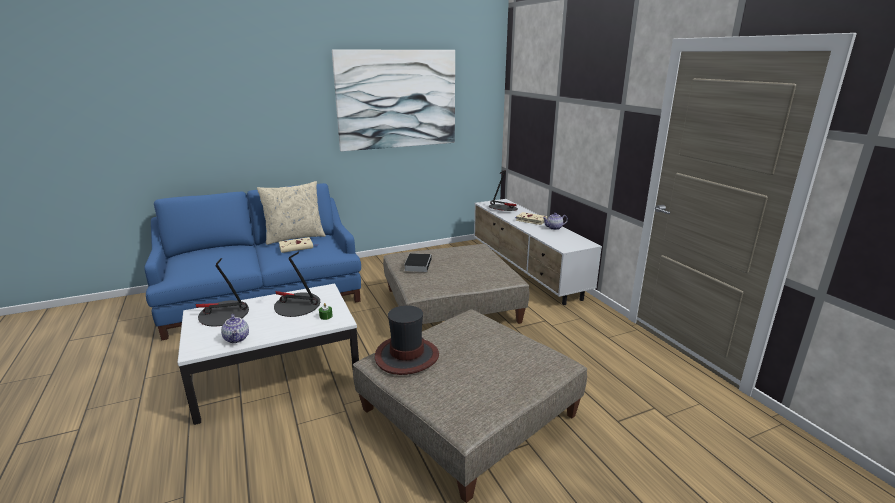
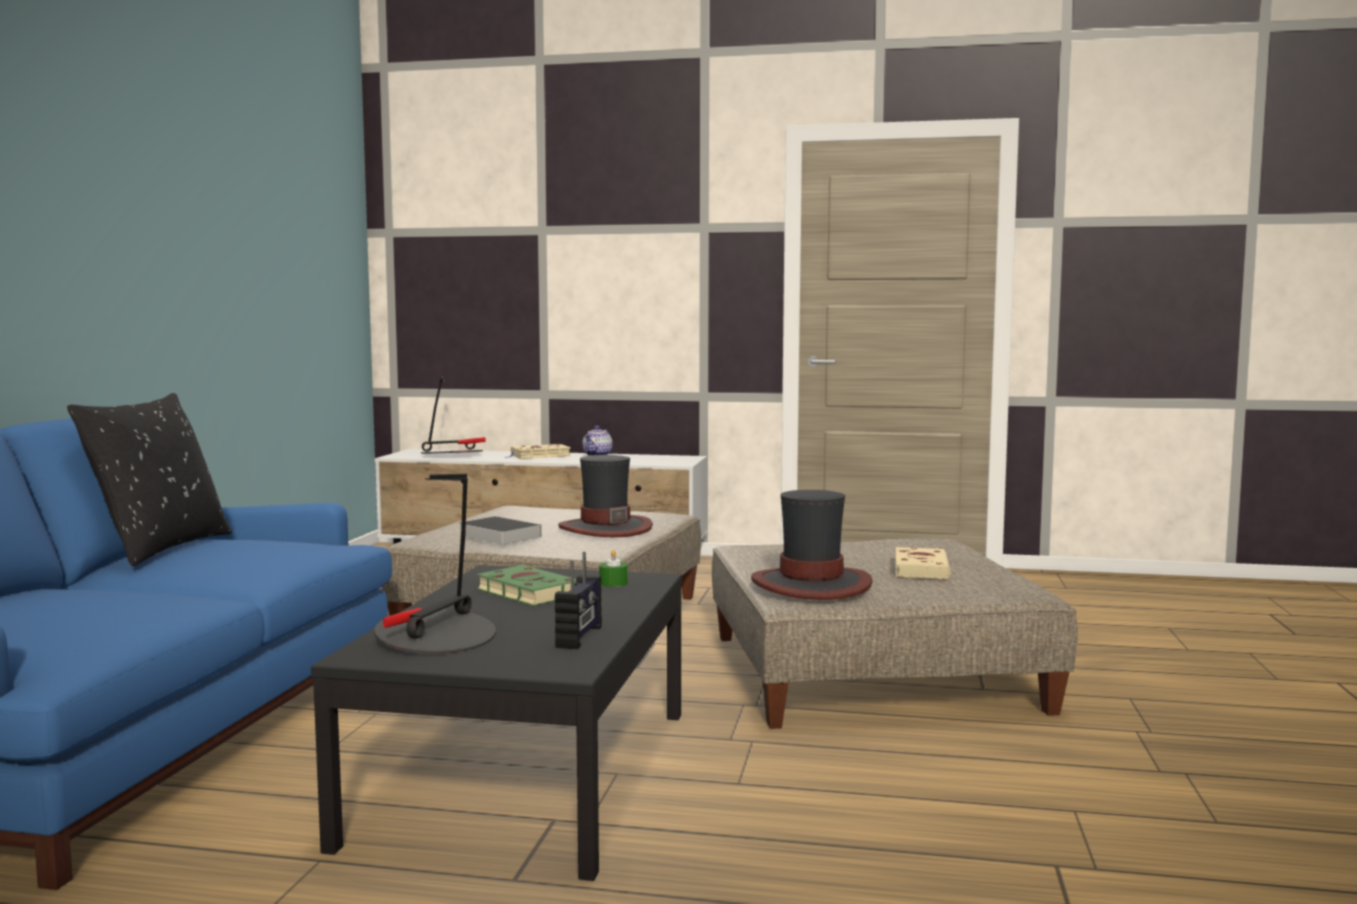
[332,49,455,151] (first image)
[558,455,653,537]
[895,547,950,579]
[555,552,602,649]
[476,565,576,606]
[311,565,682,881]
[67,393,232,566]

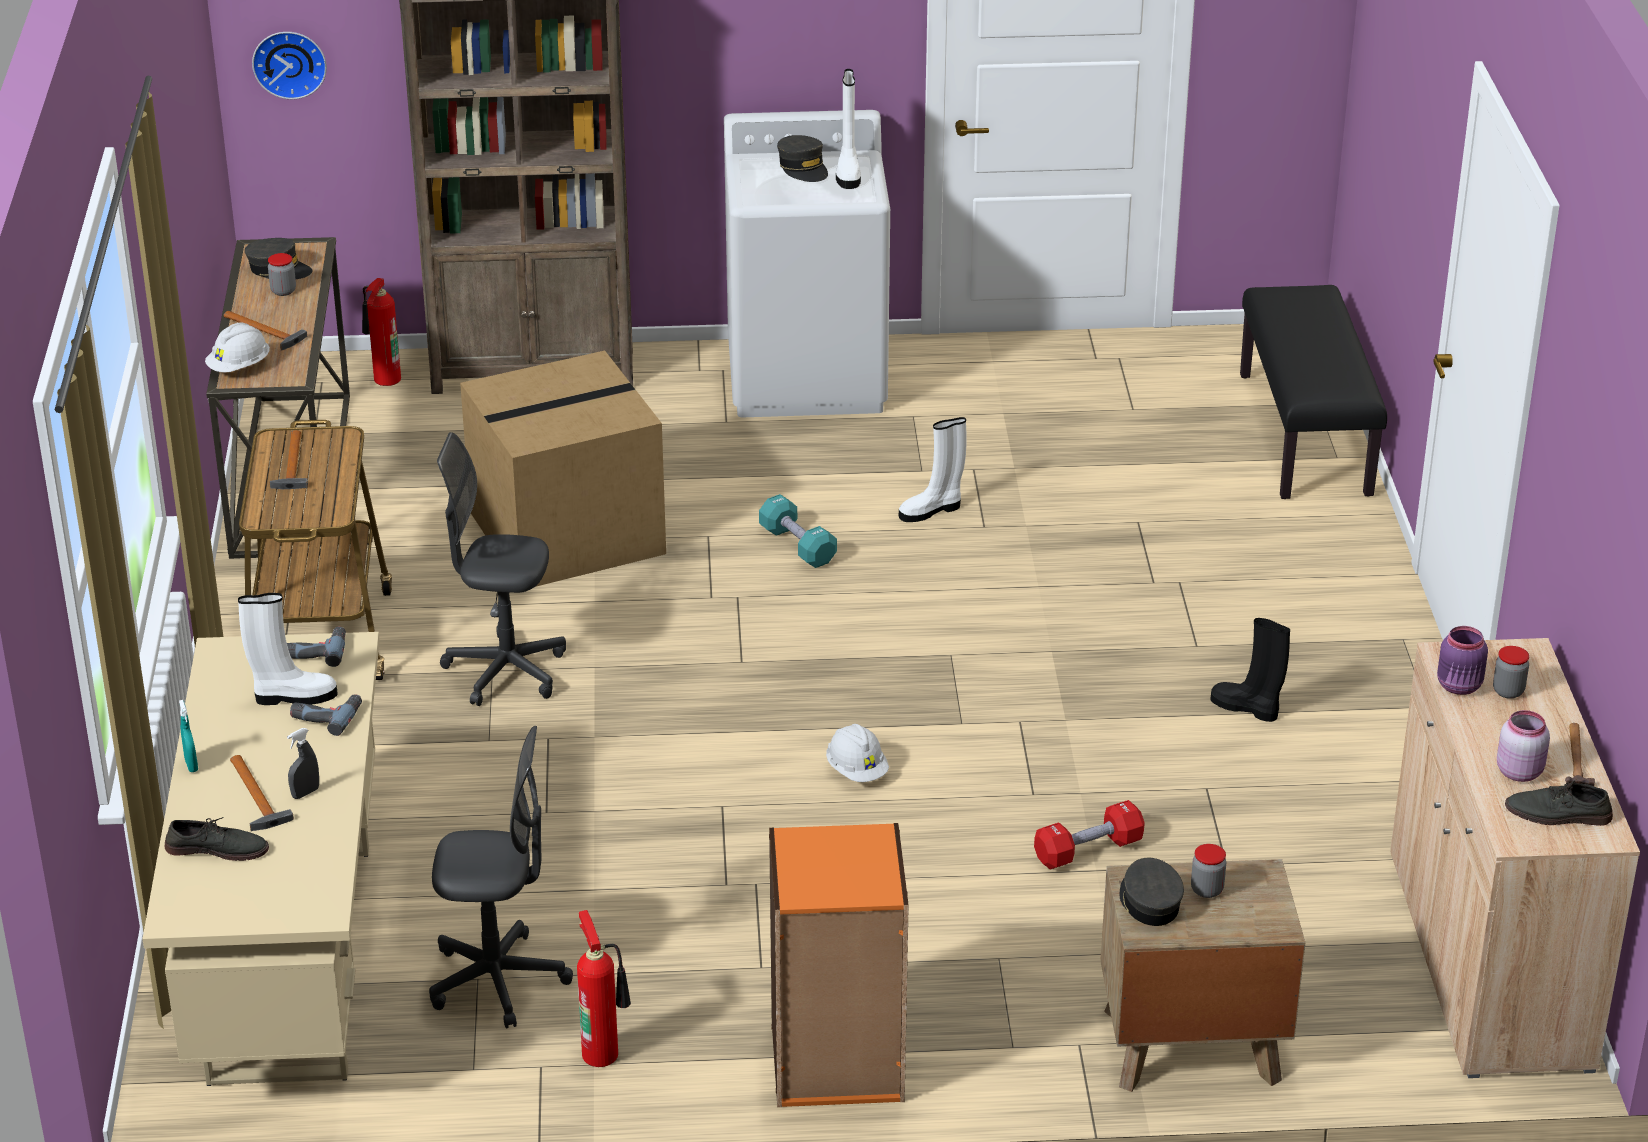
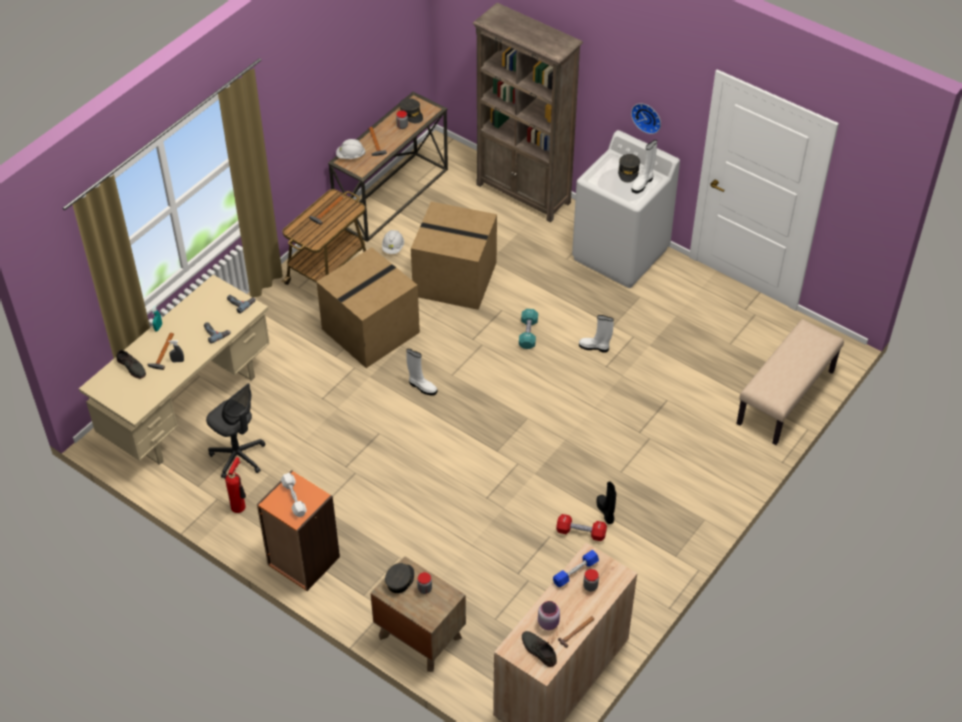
[362,278,401,386] (first image)
[281,473,307,517]
[406,349,437,396]
[631,103,661,134]
[382,230,404,254]
[556,514,607,541]
[317,247,420,368]
[553,550,599,587]
[736,319,844,445]

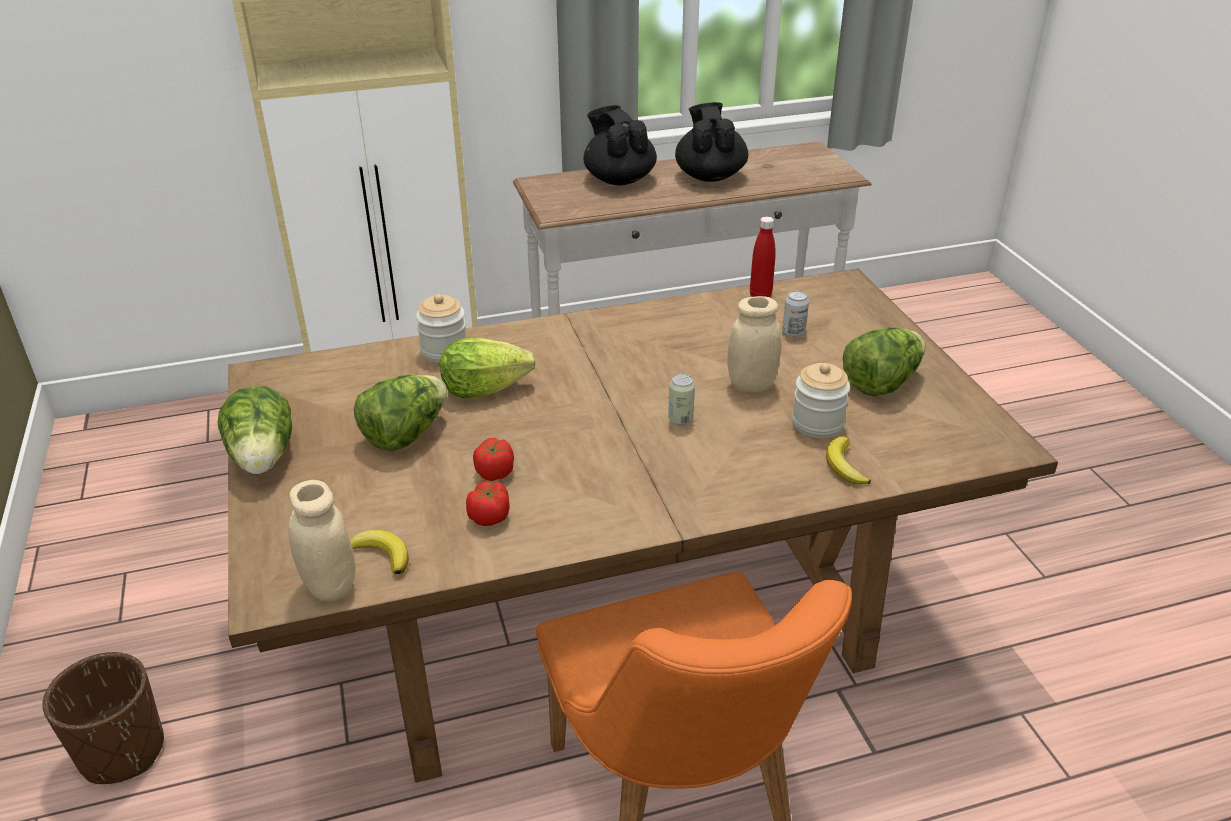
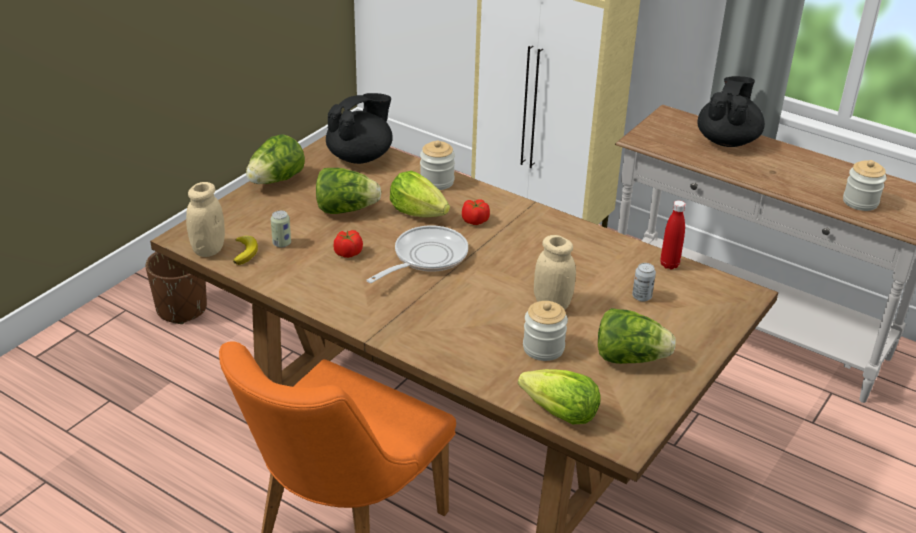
[826,436,871,485] (first image)
[366,225,468,283]
[518,369,601,424]
[843,160,887,211]
[462,199,490,225]
[271,210,291,248]
[326,93,393,164]

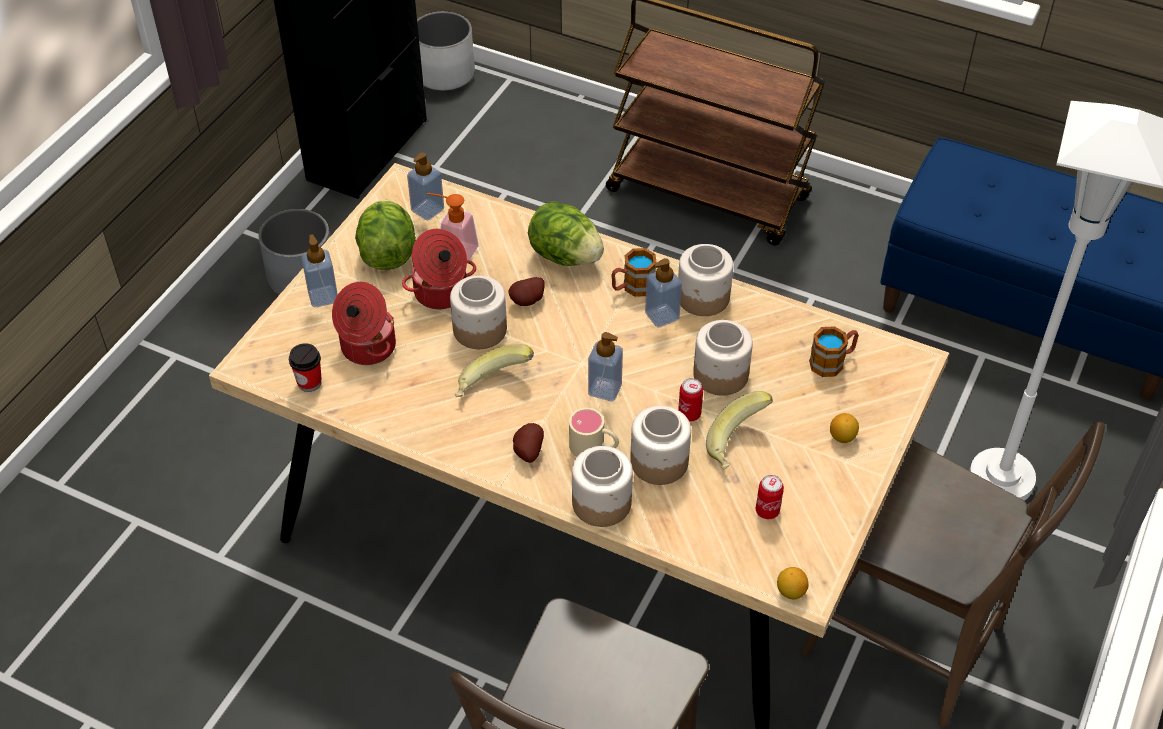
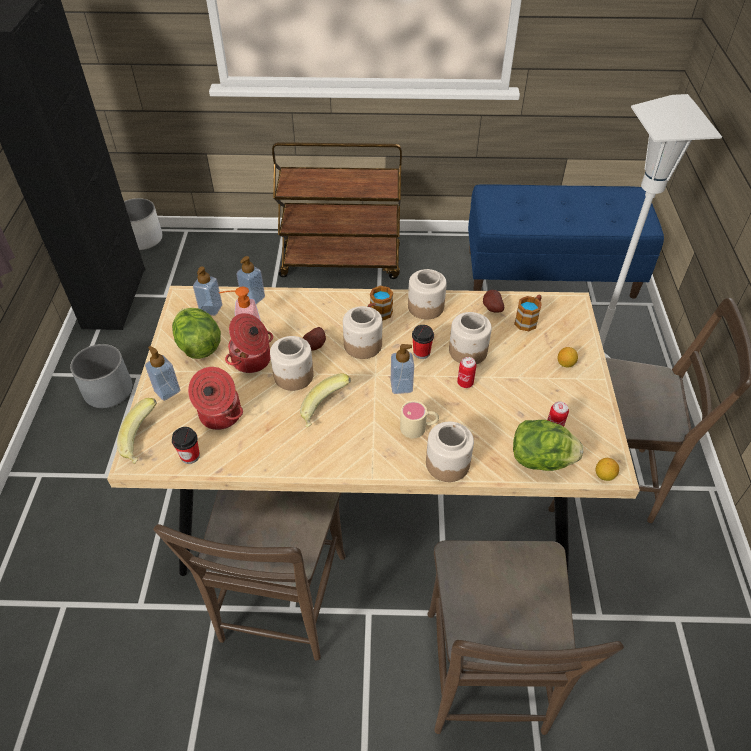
[153,490,346,660]
[412,325,434,359]
[483,290,504,313]
[513,420,583,471]
[343,306,382,359]
[236,256,265,304]
[117,398,157,464]

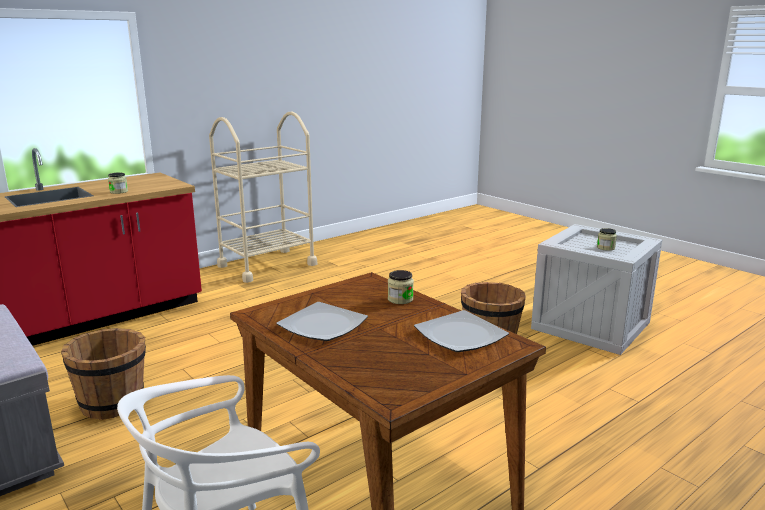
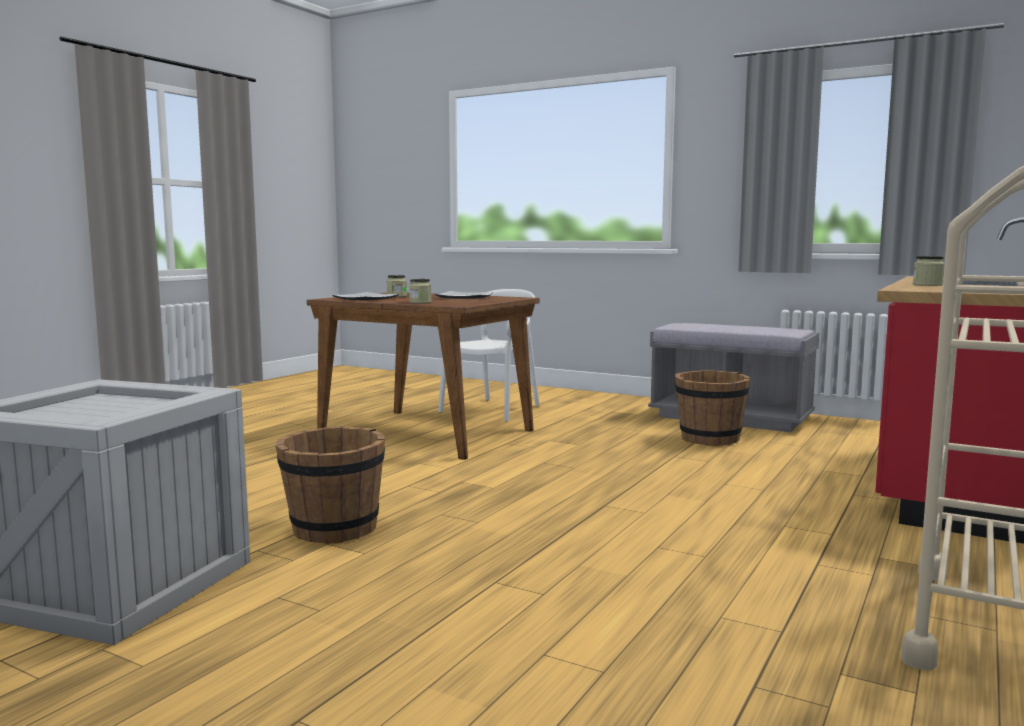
[387,275,407,297]

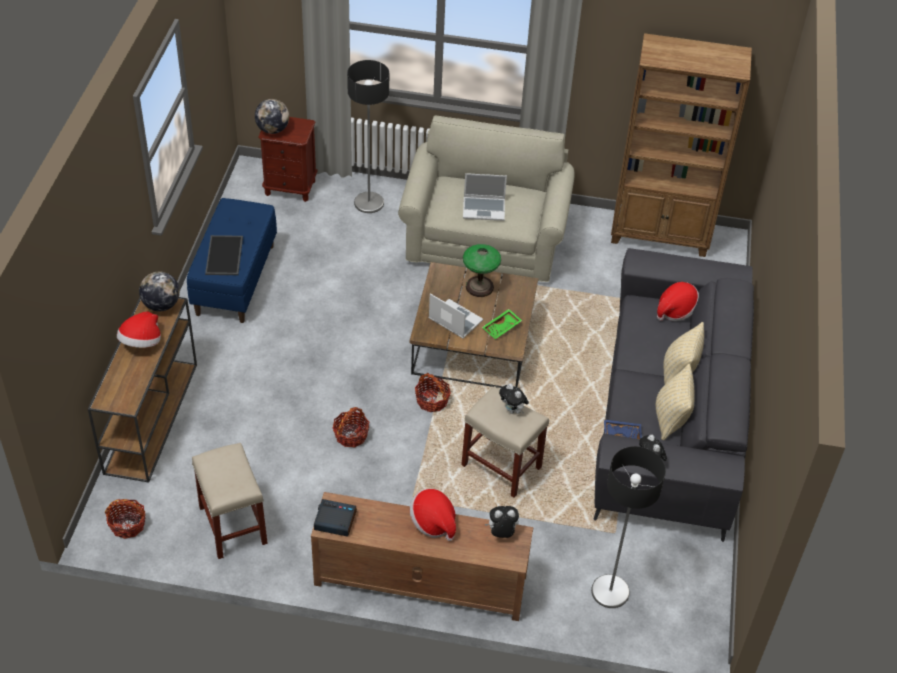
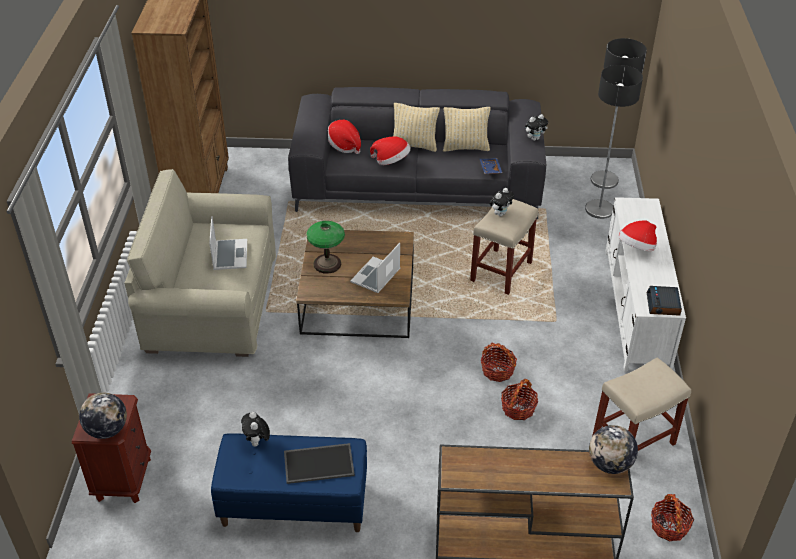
[482,309,522,339] (first image)
[370,136,411,165]
[589,425,638,474]
[591,38,647,189]
[501,379,538,420]
[241,412,270,447]
[605,197,686,372]

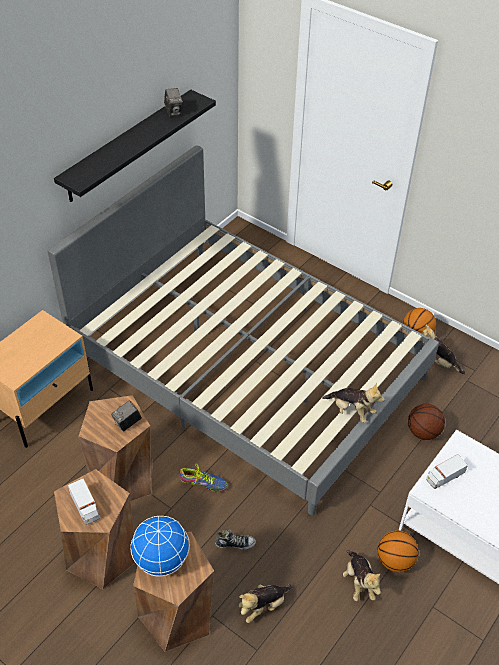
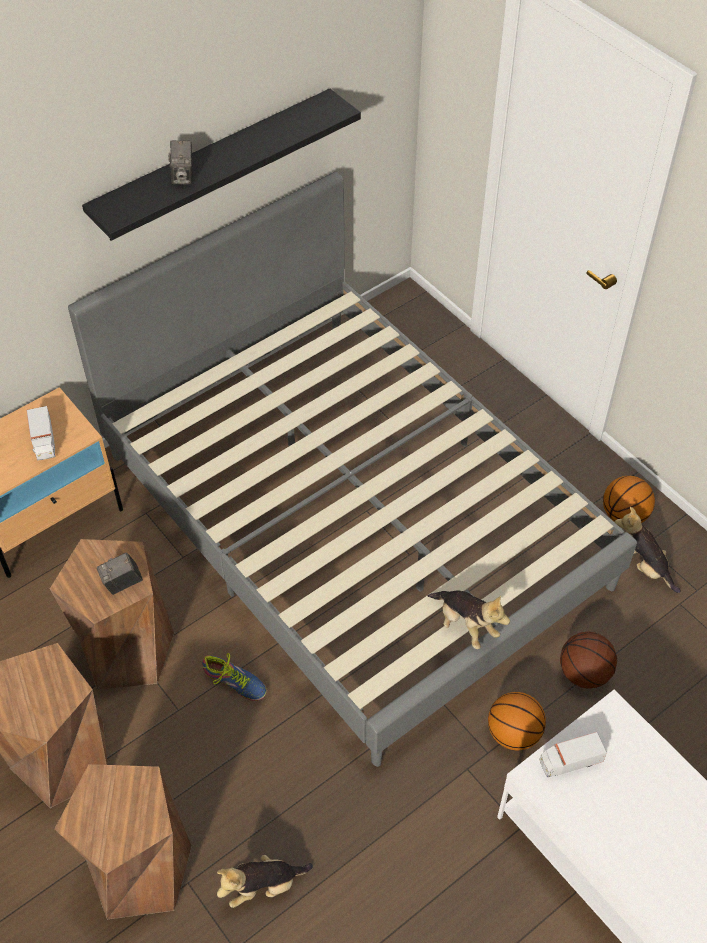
[130,516,190,577] (first image)
[215,530,256,550] (first image)
[343,550,381,601] (first image)
[27,406,55,460]
[168,140,192,184]
[488,692,546,750]

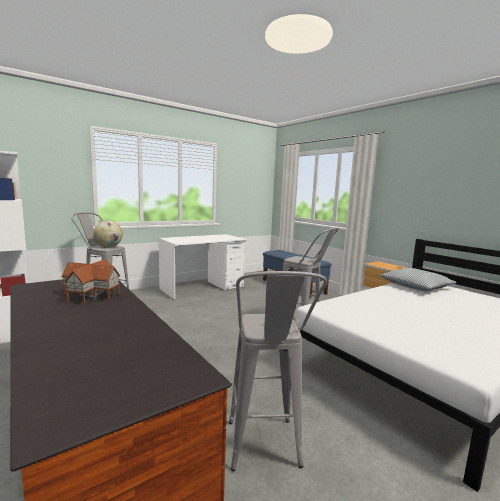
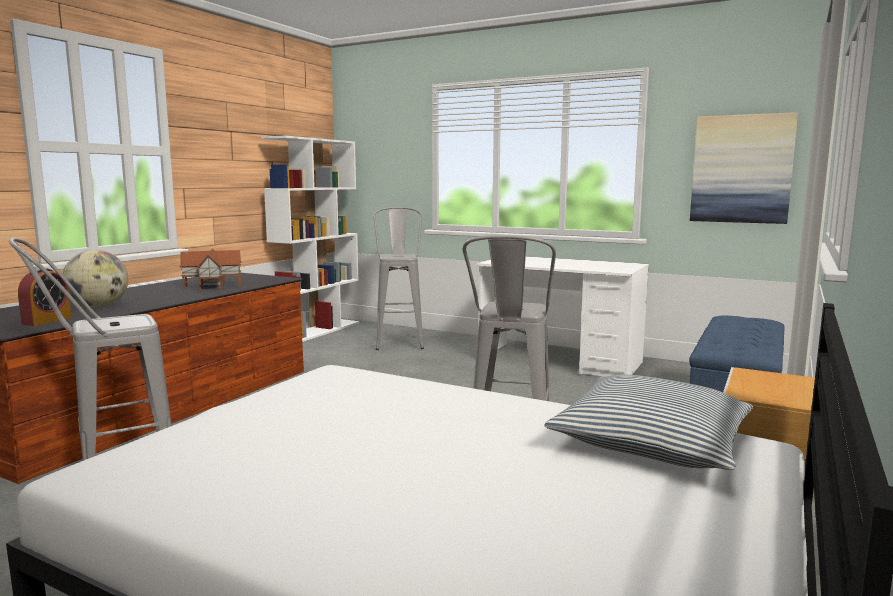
[18,268,71,326]
[690,112,798,224]
[63,250,128,308]

